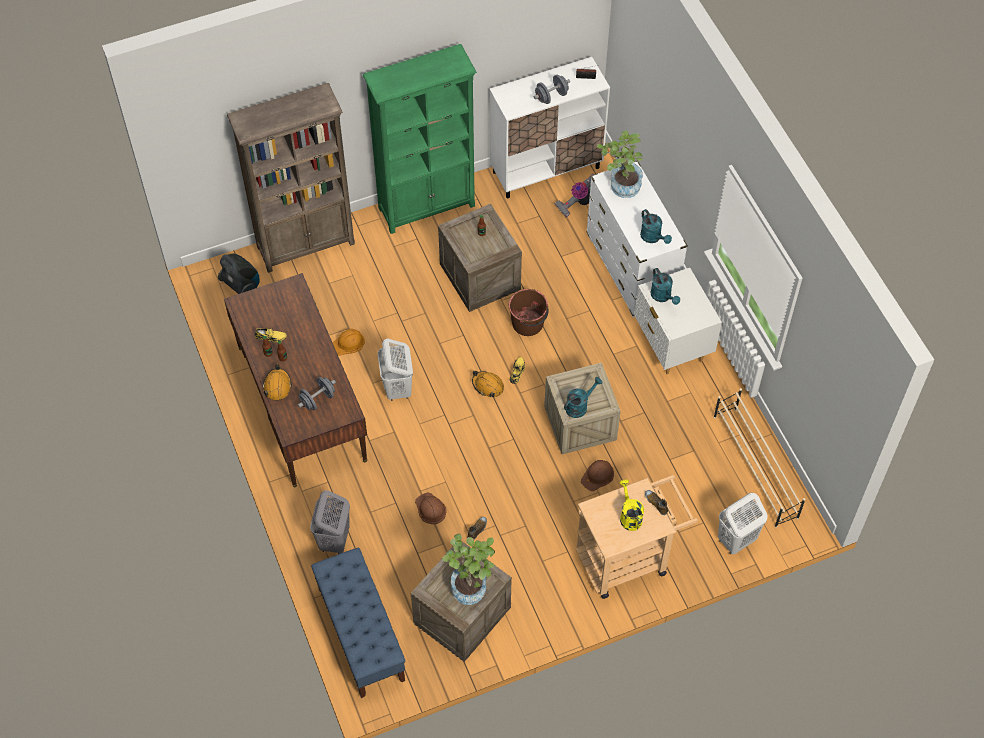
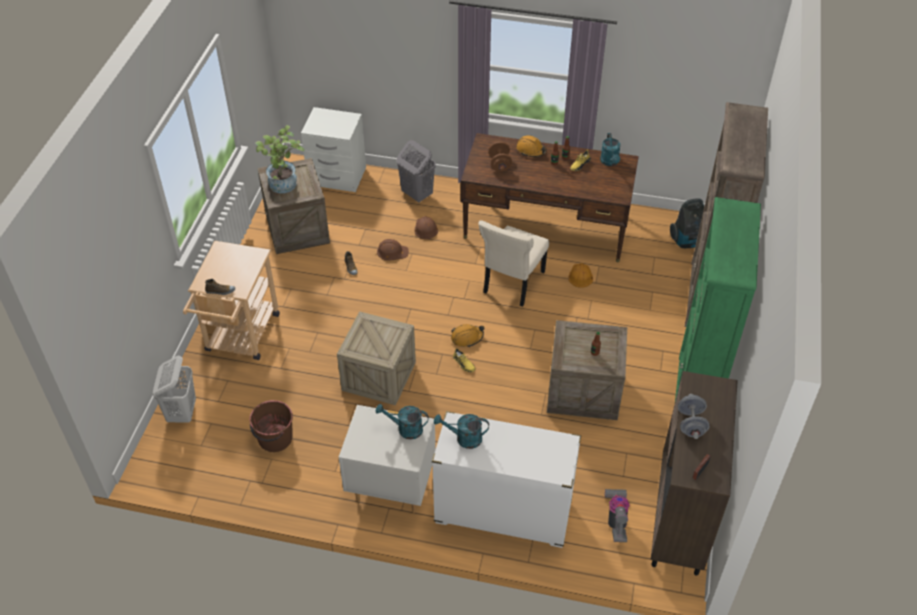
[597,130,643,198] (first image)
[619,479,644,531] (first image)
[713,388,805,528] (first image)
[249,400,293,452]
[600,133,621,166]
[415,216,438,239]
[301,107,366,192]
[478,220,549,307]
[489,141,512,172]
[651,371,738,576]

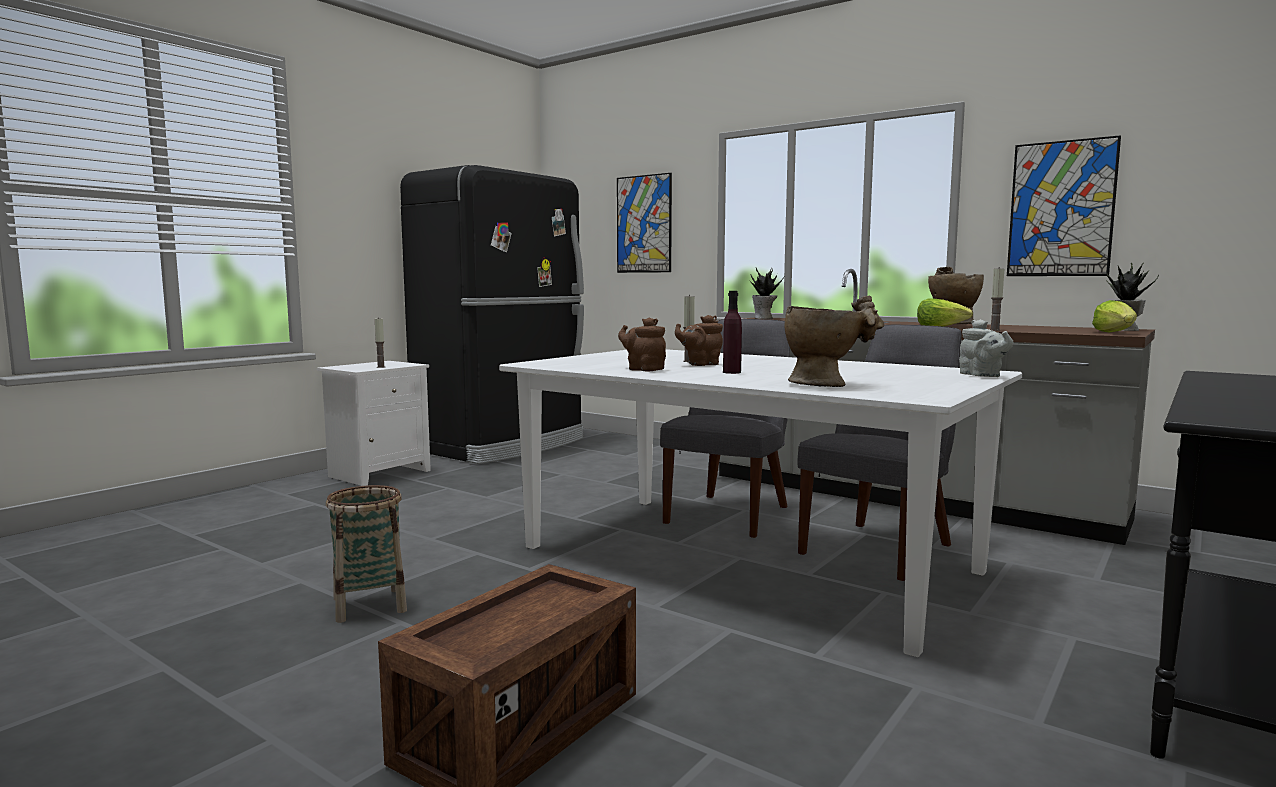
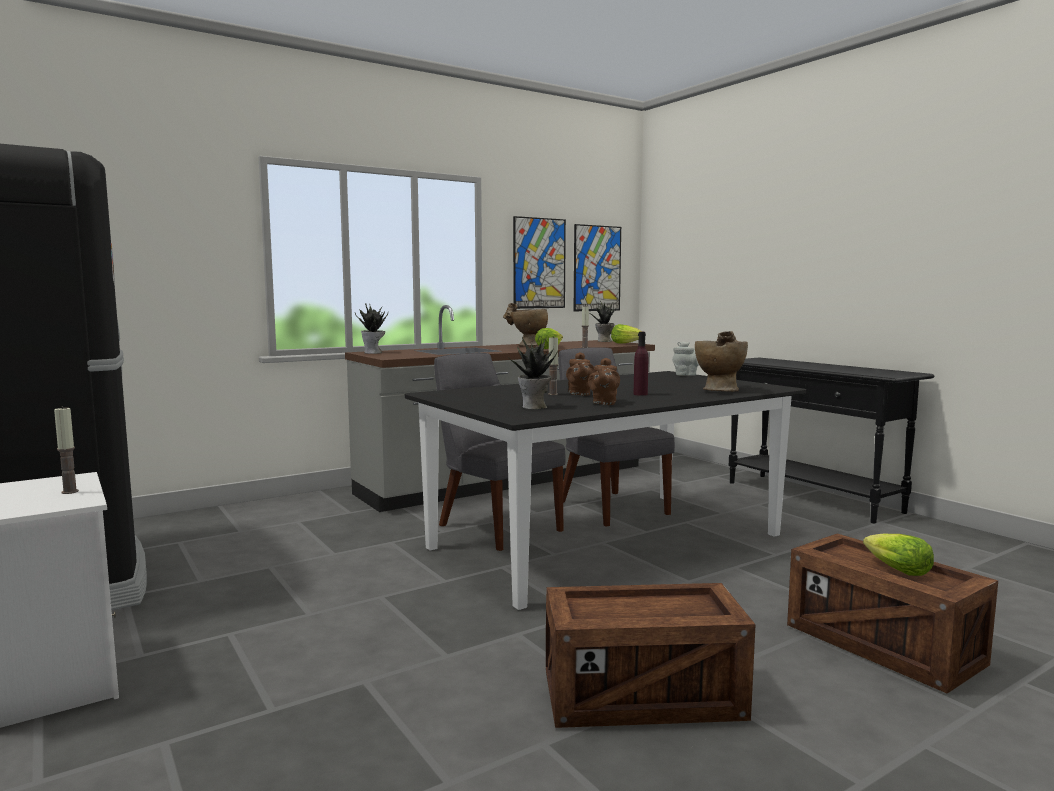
[510,337,558,409]
[863,534,934,576]
[574,224,621,311]
[546,583,756,728]
[405,371,806,610]
[588,358,620,405]

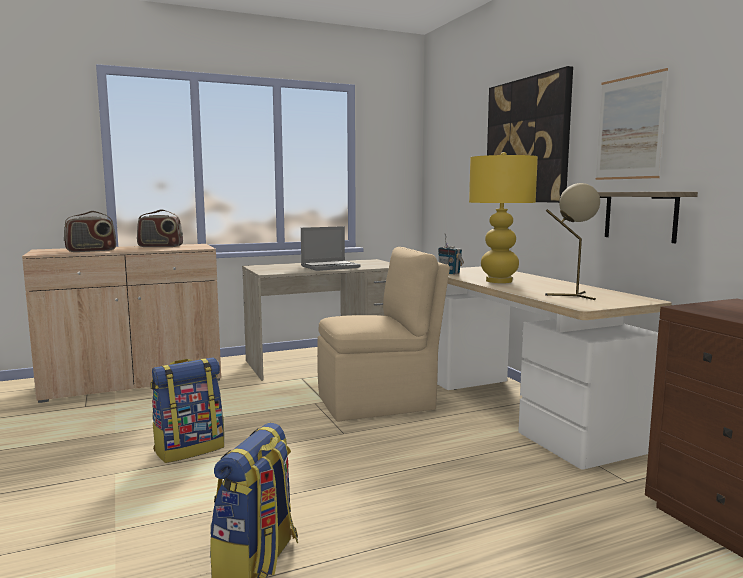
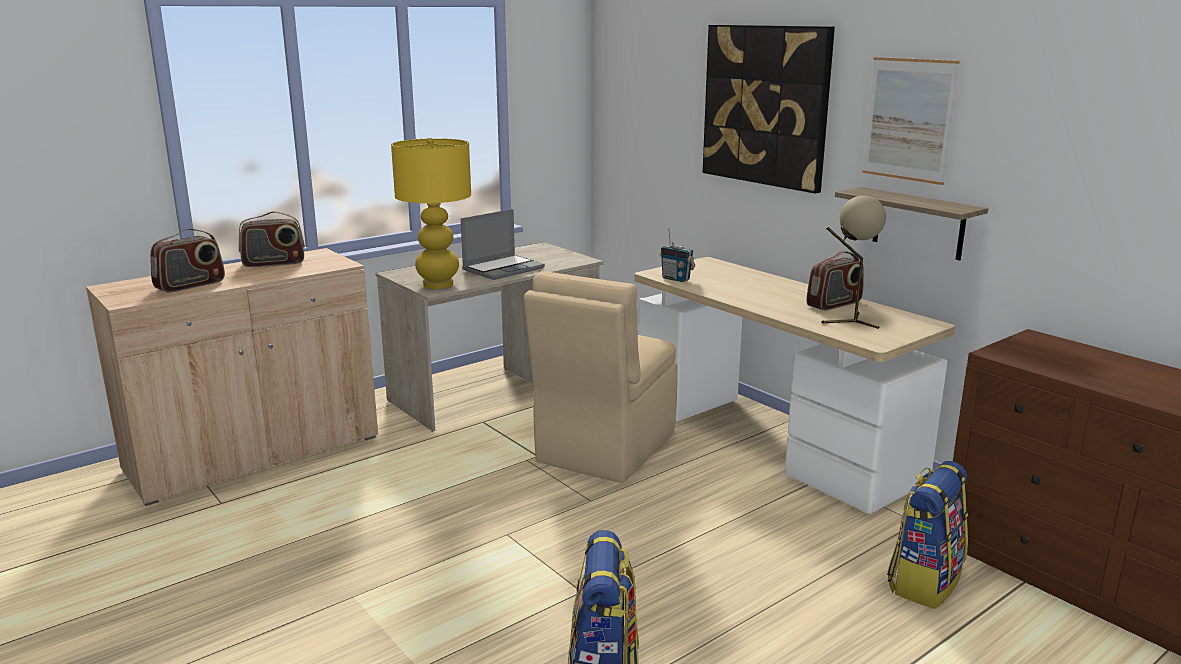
[806,251,864,310]
[887,461,968,609]
[391,138,471,289]
[524,271,677,483]

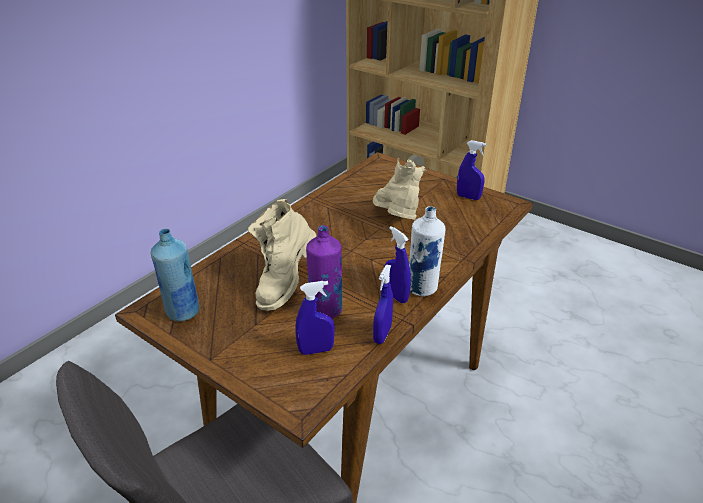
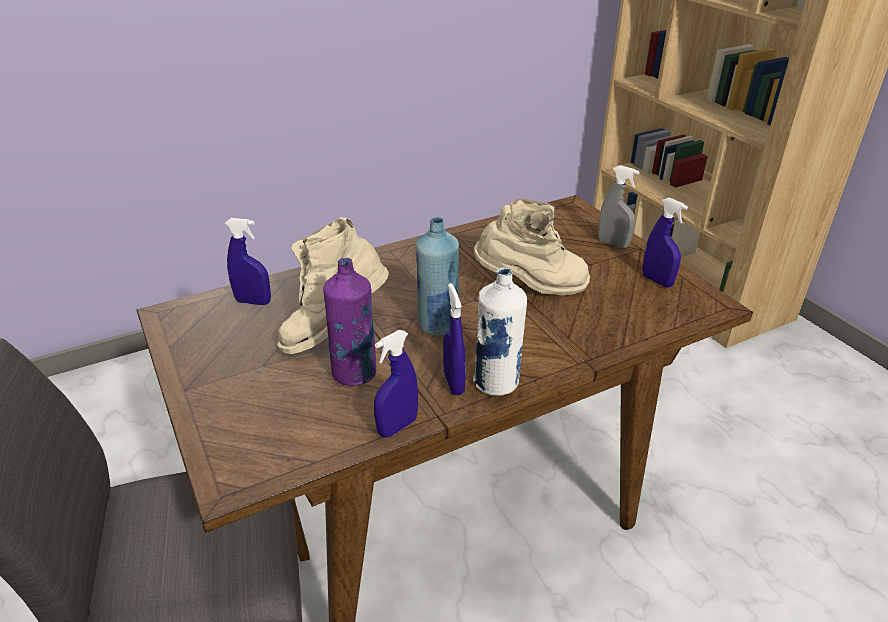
[598,165,640,248]
[416,217,459,336]
[225,218,271,305]
[474,199,590,295]

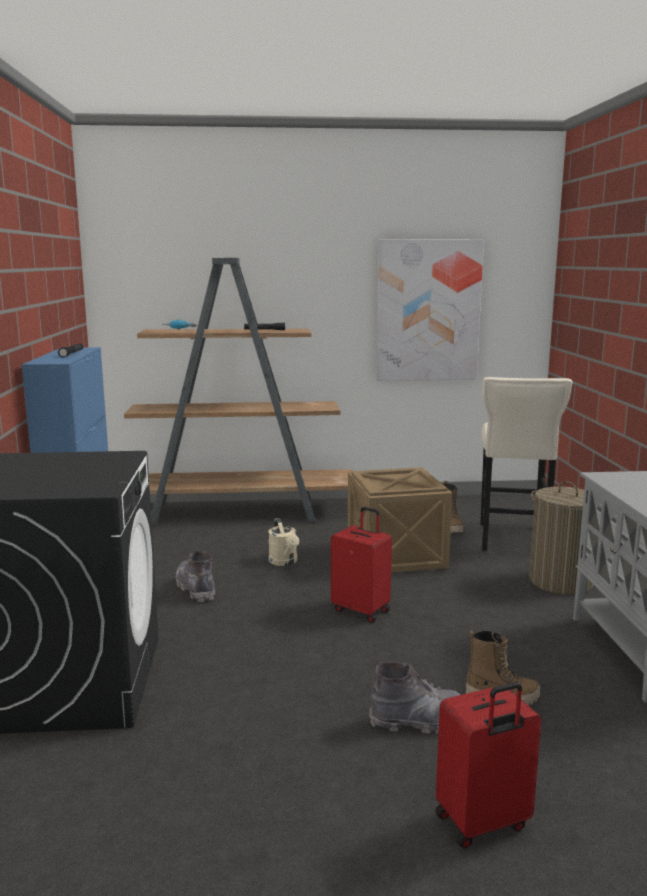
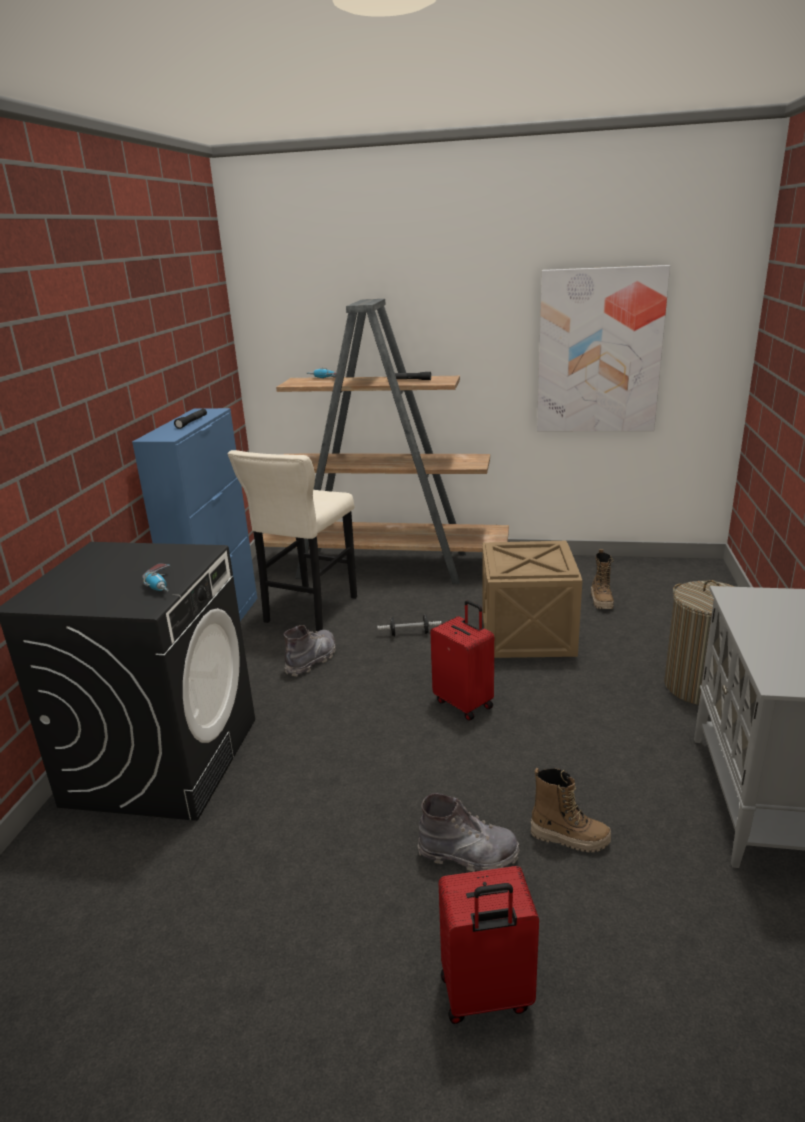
[142,564,170,591]
[227,450,357,632]
[377,615,441,637]
[284,625,336,676]

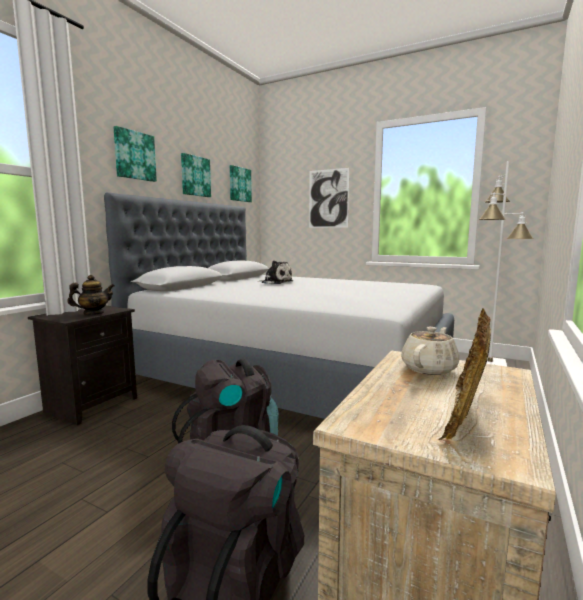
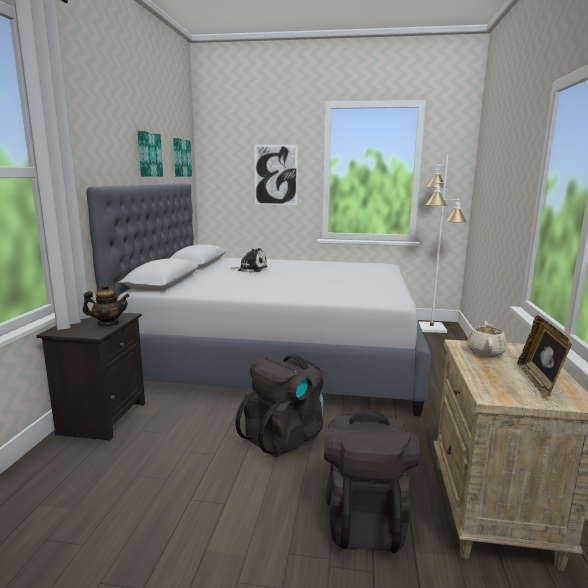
[113,126,157,182] (first image)
[82,283,130,326]

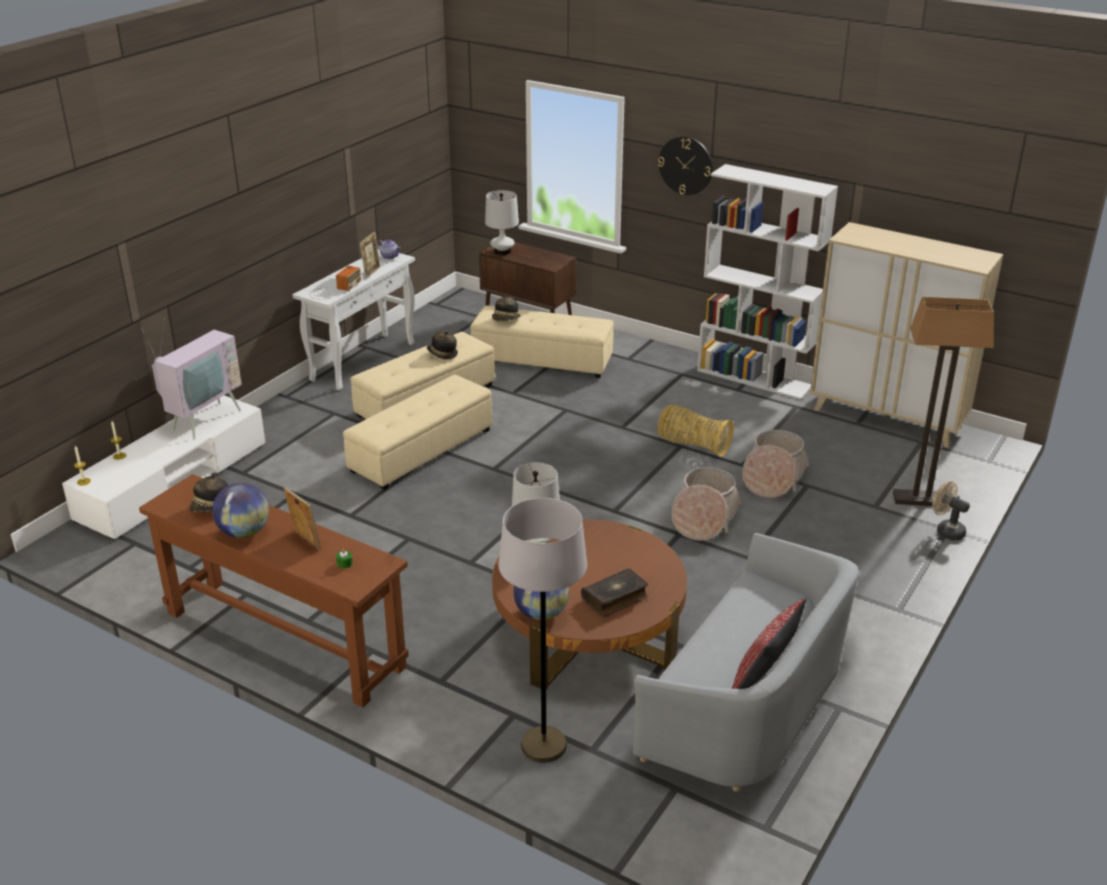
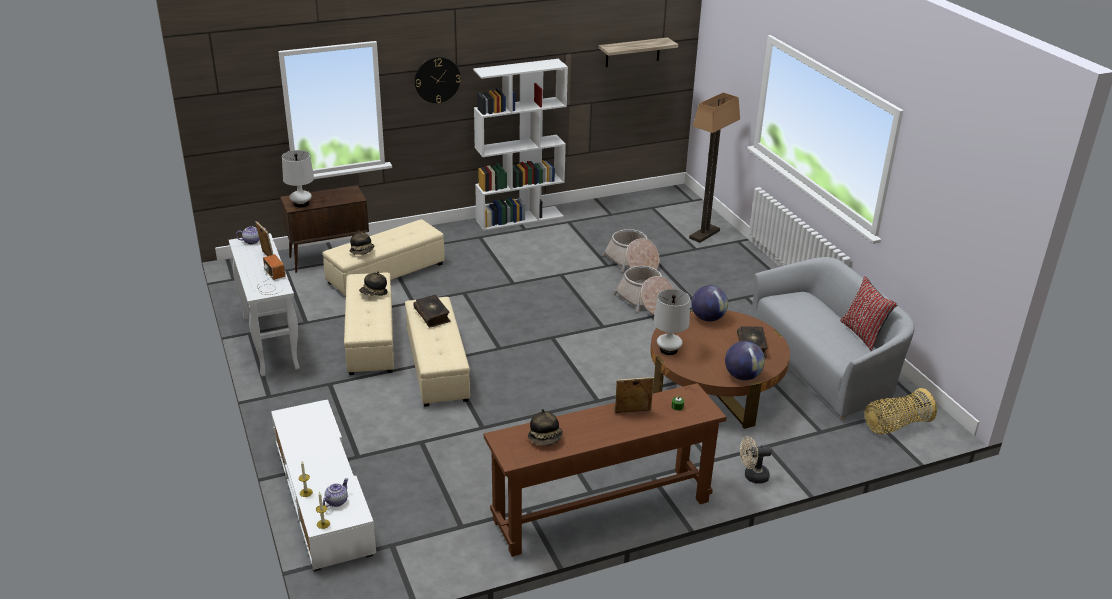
[141,318,242,439] (first image)
[499,498,587,762] (first image)
[810,222,1003,448] (first image)
[323,478,348,507]
[414,295,450,327]
[599,37,678,67]
[691,285,728,322]
[864,388,937,434]
[740,436,772,484]

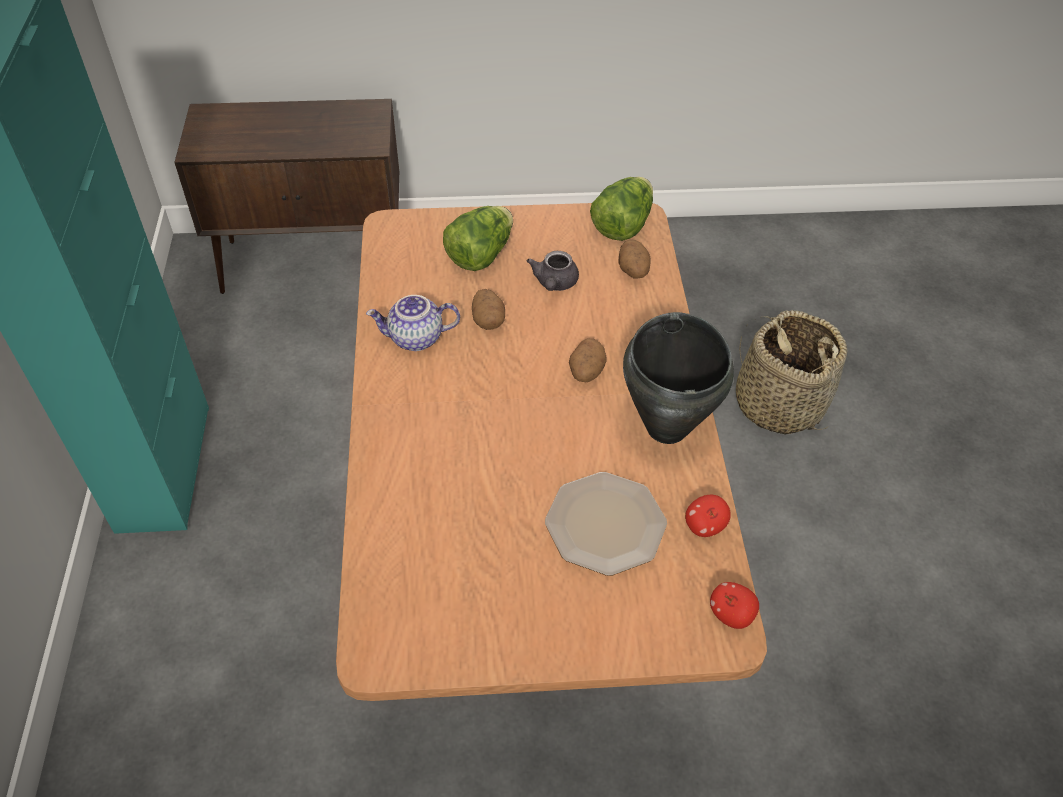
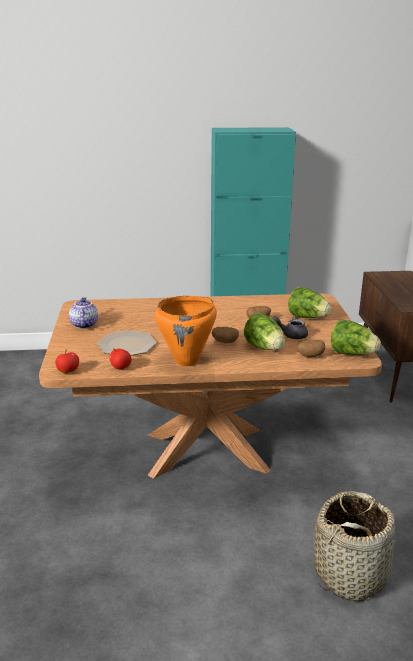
[244,313,285,350]
[69,297,98,329]
[155,296,217,366]

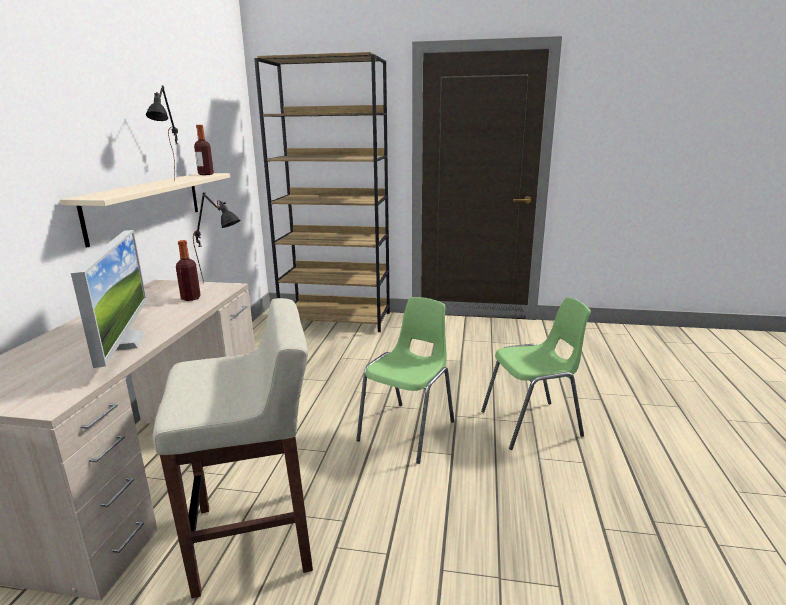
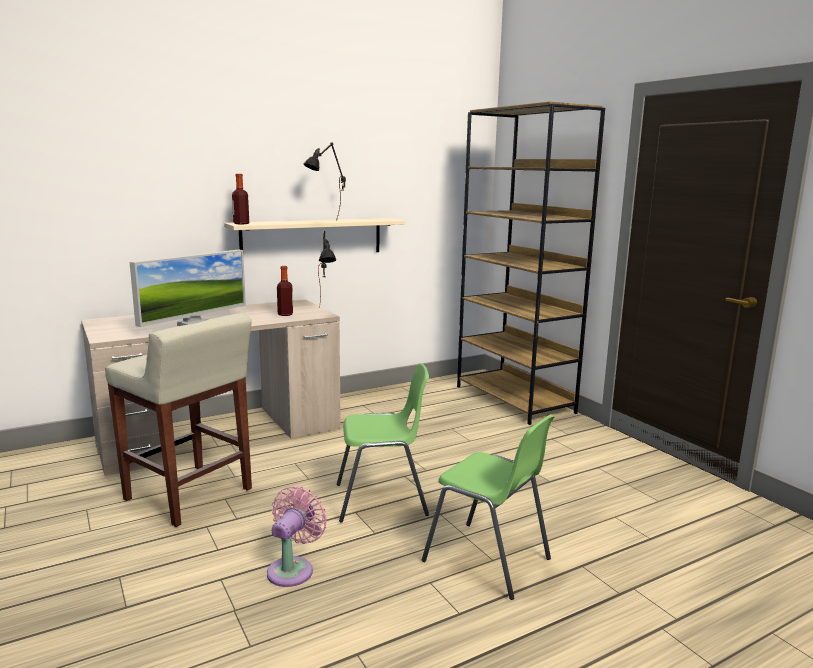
[267,486,327,587]
[232,174,249,224]

